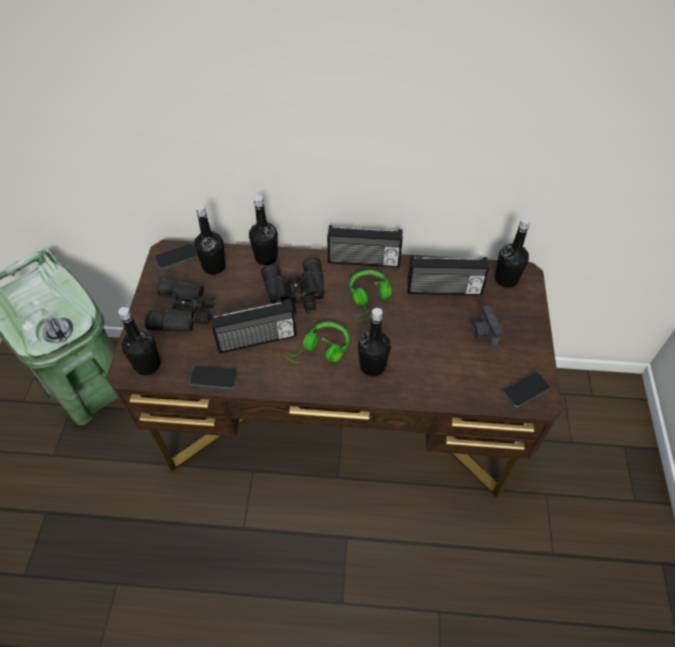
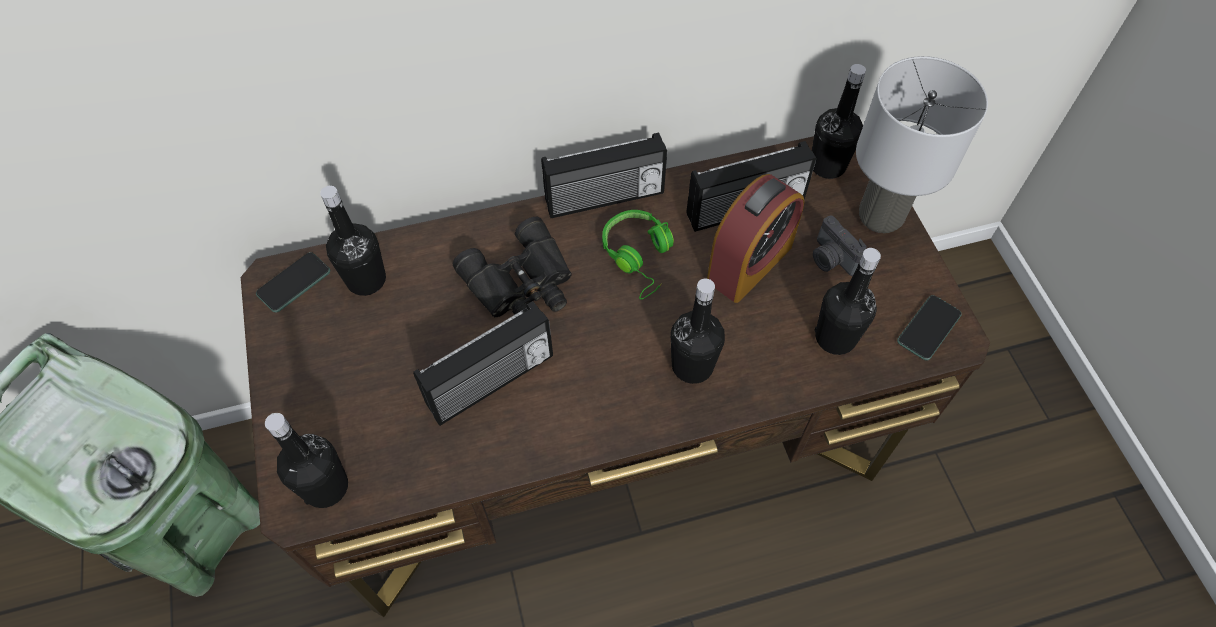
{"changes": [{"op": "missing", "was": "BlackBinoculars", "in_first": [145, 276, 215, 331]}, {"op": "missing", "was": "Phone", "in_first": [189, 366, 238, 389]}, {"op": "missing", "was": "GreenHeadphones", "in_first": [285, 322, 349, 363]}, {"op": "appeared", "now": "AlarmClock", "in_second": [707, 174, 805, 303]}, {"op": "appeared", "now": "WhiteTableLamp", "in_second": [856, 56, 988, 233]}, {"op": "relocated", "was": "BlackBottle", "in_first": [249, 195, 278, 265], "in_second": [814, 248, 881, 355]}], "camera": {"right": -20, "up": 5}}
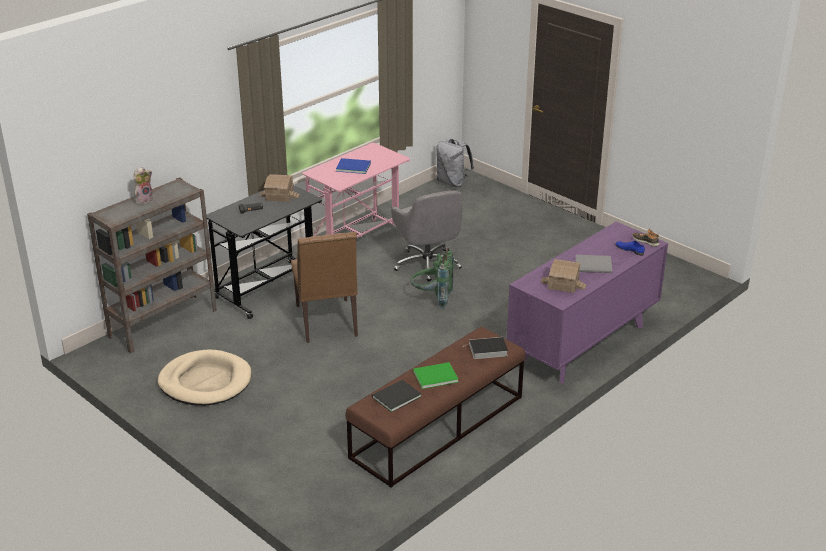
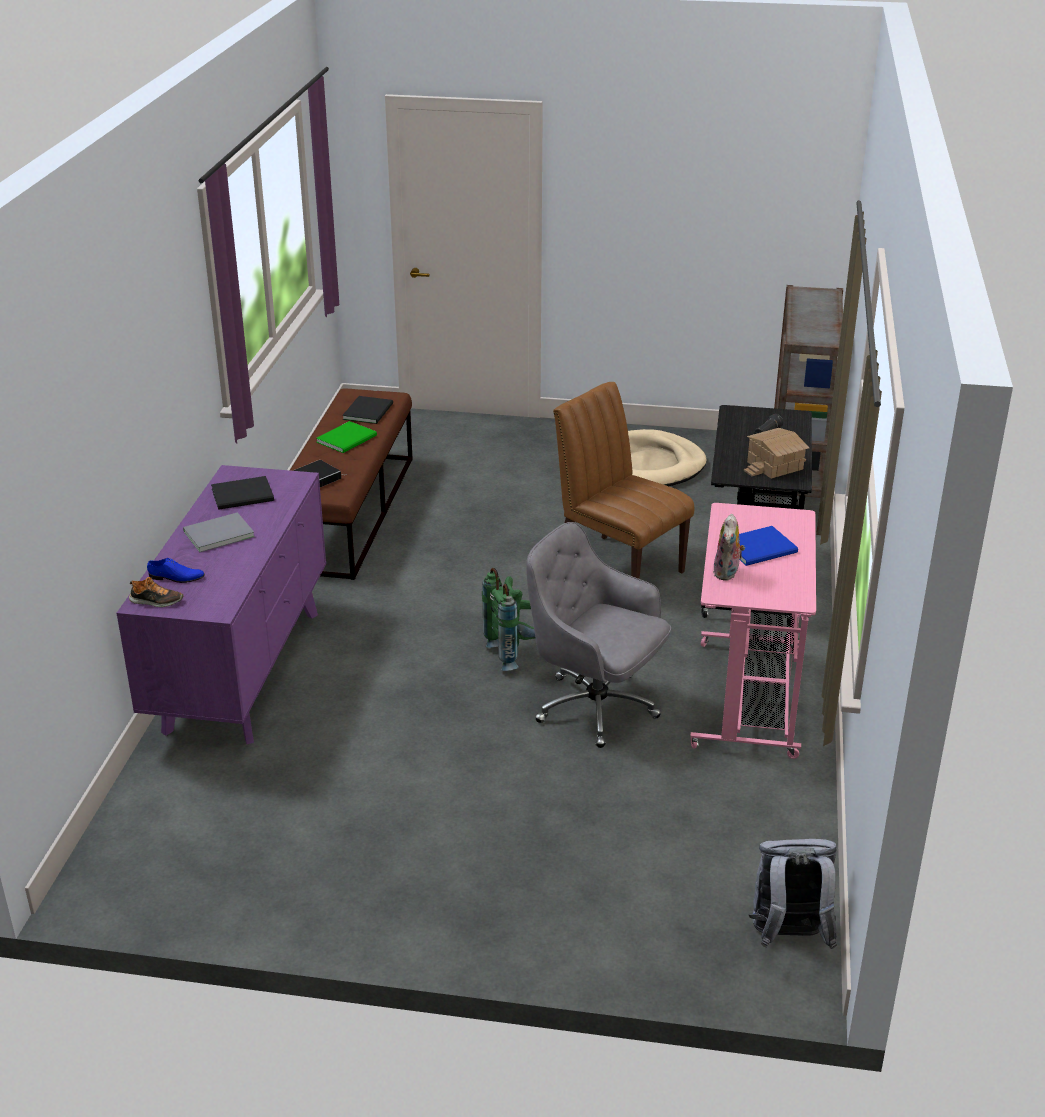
{"changes": [{"op": "relocated", "was": "PlushToy", "in_first": [133, 167, 153, 204], "in_second": [713, 514, 745, 581]}, {"op": "exchanged", "was": "ToyHouse", "now": "BlackBook", "in_first": [541, 259, 586, 293], "in_second": [211, 476, 274, 510]}], "camera": {"right": 145, "up": 0}}
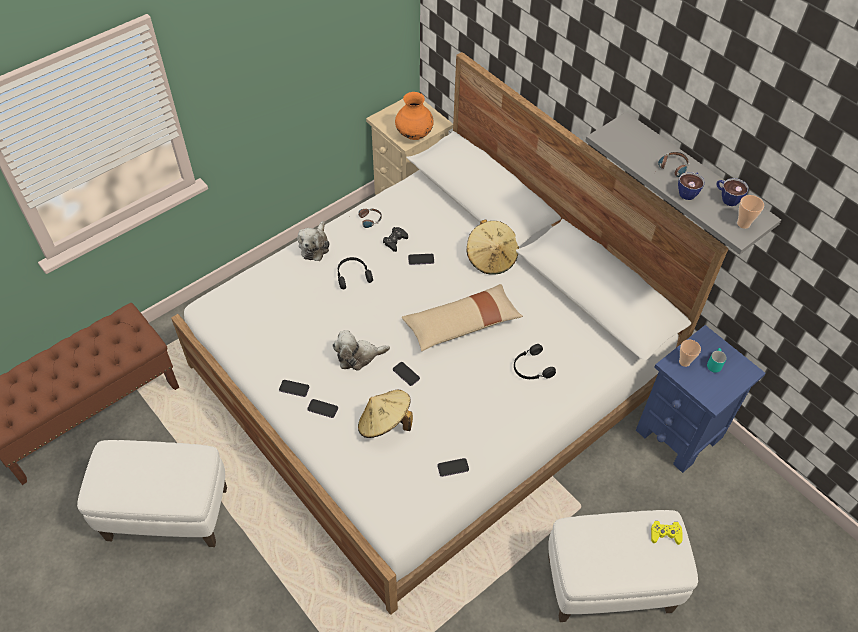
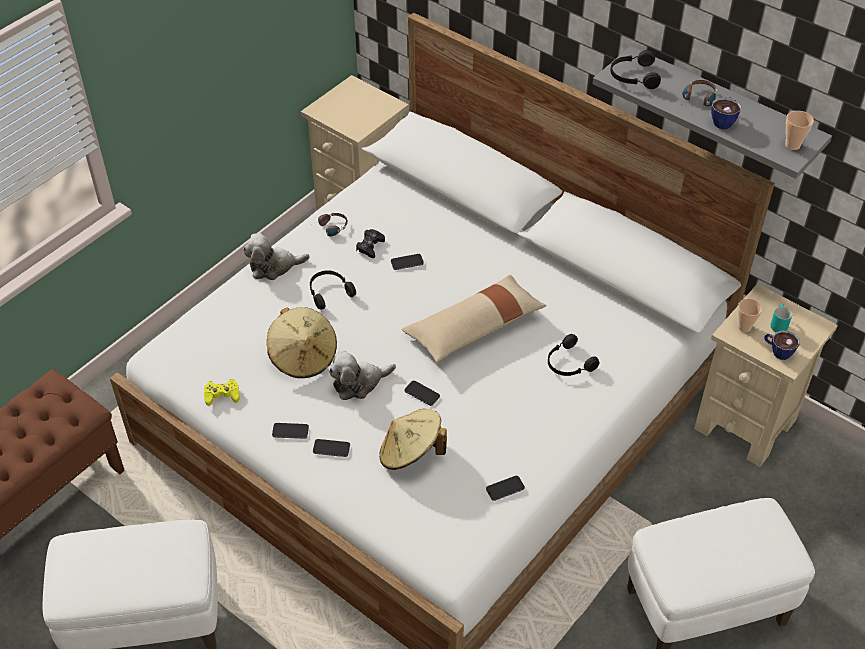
{"changes": [{"op": "missing", "was": "OrangeVase", "in_first": [395, 92, 434, 140]}, {"op": "appeared", "now": "BlackHeadphones", "in_second": [610, 50, 661, 89]}, {"op": "relocated", "was": "BeigeHat", "in_first": [467, 219, 519, 275], "in_second": [267, 307, 337, 378]}, {"op": "relocated", "was": "YellowGameController", "in_first": [651, 521, 683, 545], "in_second": [204, 379, 240, 406]}, {"op": "relocated", "was": "Cup", "in_first": [716, 178, 749, 206], "in_second": [764, 330, 800, 360]}, {"op": "colour", "was": "BlueNightstand", "now": "BeigeNightstand", "in_first": [636, 325, 765, 473], "in_second": [694, 284, 838, 467]}, {"op": "spun", "was": "PlushToy", "in_first": [298, 221, 330, 261], "in_second": [243, 233, 310, 280], "clockwise": 75}], "camera": {"right": -10, "up": -5}}
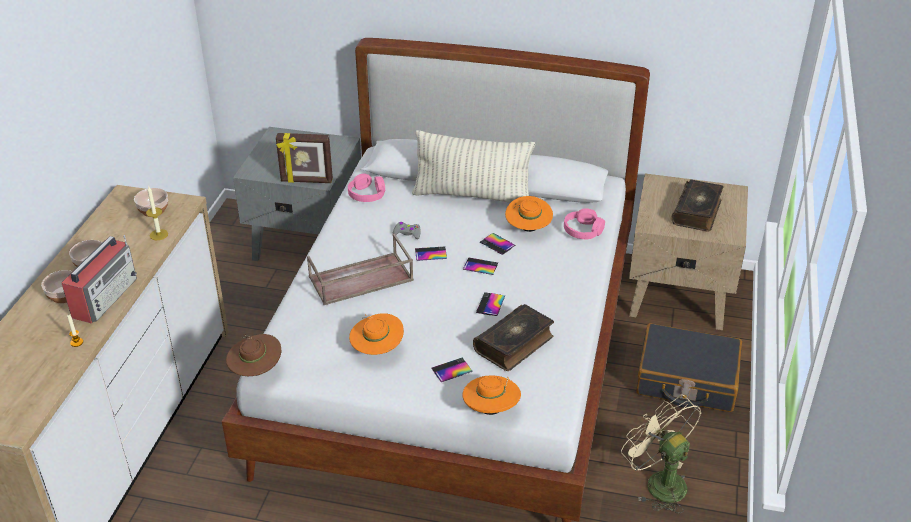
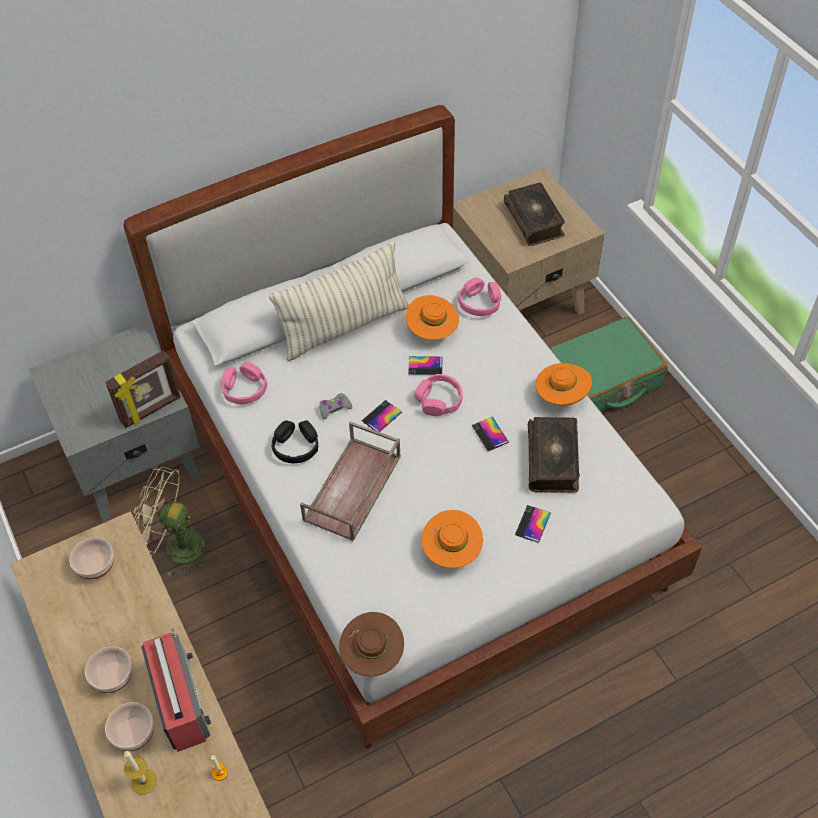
{"changes": [{"op": "appeared", "now": "BlackHeadphones", "in_second": [272, 420, 318, 463]}, {"op": "relocated", "was": "Candle", "in_first": [146, 186, 168, 240], "in_second": [124, 751, 157, 795]}, {"op": "relocated", "was": "OrangeHat", "in_first": [463, 375, 521, 415], "in_second": [536, 361, 592, 406]}, {"op": "relocated", "was": "BeigeFan", "in_first": [621, 394, 702, 513], "in_second": [134, 467, 212, 577]}, {"op": "exchanged", "was": "Phone", "now": "PinkHeadphones", "in_first": [463, 258, 498, 275], "in_second": [414, 374, 463, 416]}, {"op": "colour", "was": "BlackSuitcase", "now": "GreenSuitcase", "in_first": [636, 323, 742, 412], "in_second": [549, 317, 668, 412]}], "camera": {"right": -40, "up": 15}}
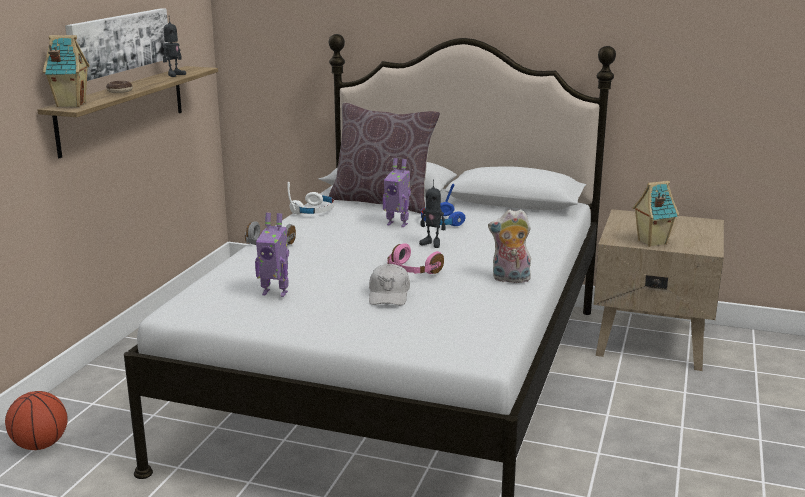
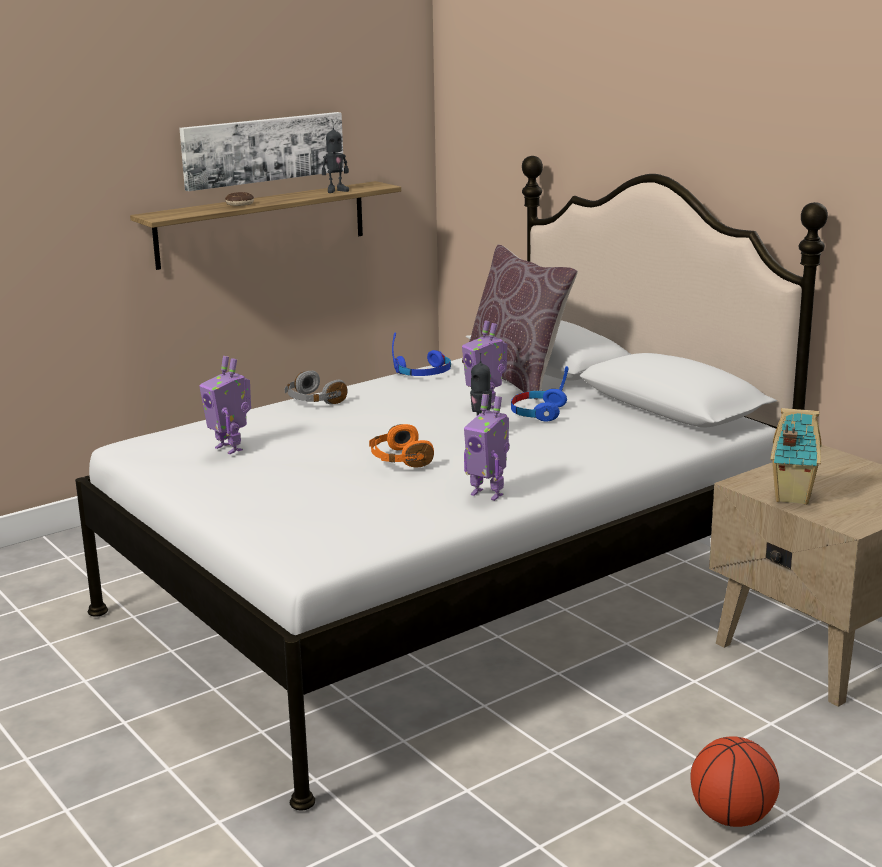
{"changes": [{"op": "missing", "was": "ToyHouse", "in_first": [43, 35, 90, 107]}, {"op": "missing", "was": "WhiteCap", "in_first": [369, 264, 410, 305]}, {"op": "relocated", "was": "Basketball", "in_first": [5, 391, 68, 450], "in_second": [690, 736, 780, 827]}, {"op": "exchanged", "was": "PlushToy", "now": "ToyRobot", "in_first": [488, 209, 531, 283], "in_second": [464, 394, 510, 501]}, {"op": "colour", "was": "WhiteHeadphones", "now": "BlueHeadphones", "in_first": [287, 182, 334, 214], "in_second": [392, 332, 451, 376]}, {"op": "colour", "was": "PinkHeadphones", "now": "OrangeHeadphones", "in_first": [387, 243, 444, 274], "in_second": [369, 424, 434, 467]}], "camera": {"right": 35, "up": 0}}
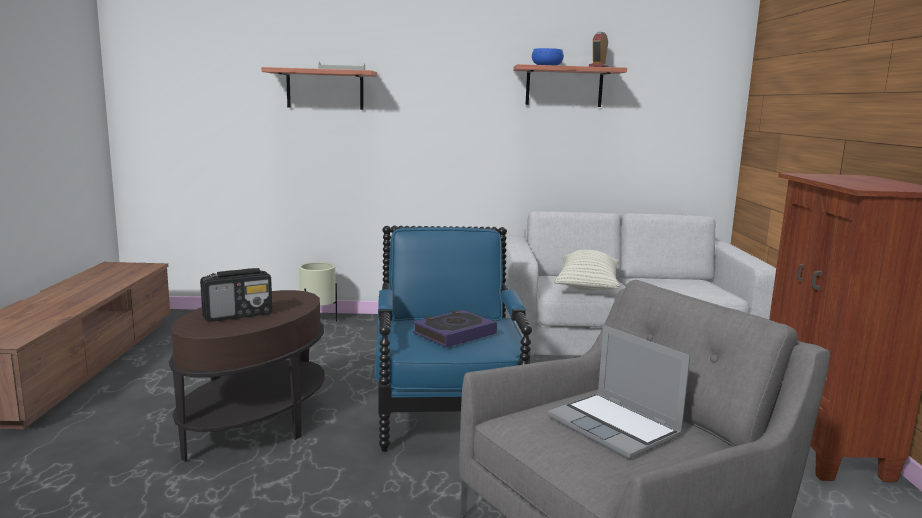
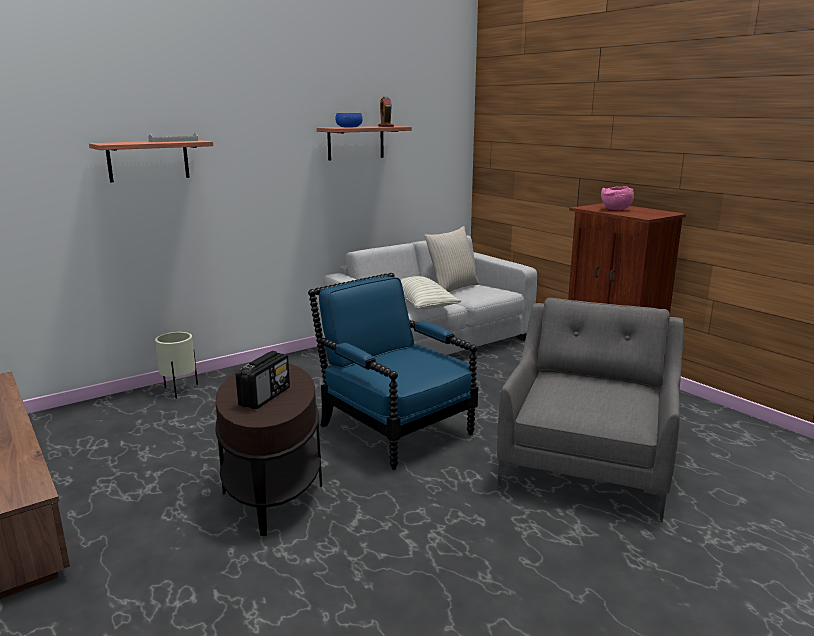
{"changes": [{"op": "missing", "was": "Book", "in_first": [413, 310, 497, 347]}, {"op": "missing", "was": "Laptop", "in_first": [547, 325, 690, 459]}, {"op": "appeared", "now": "BeigePillow", "in_second": [424, 226, 480, 292]}, {"op": "appeared", "now": "PinkBowl", "in_second": [601, 186, 634, 210]}], "camera": {"right": -35, "up": 5}}
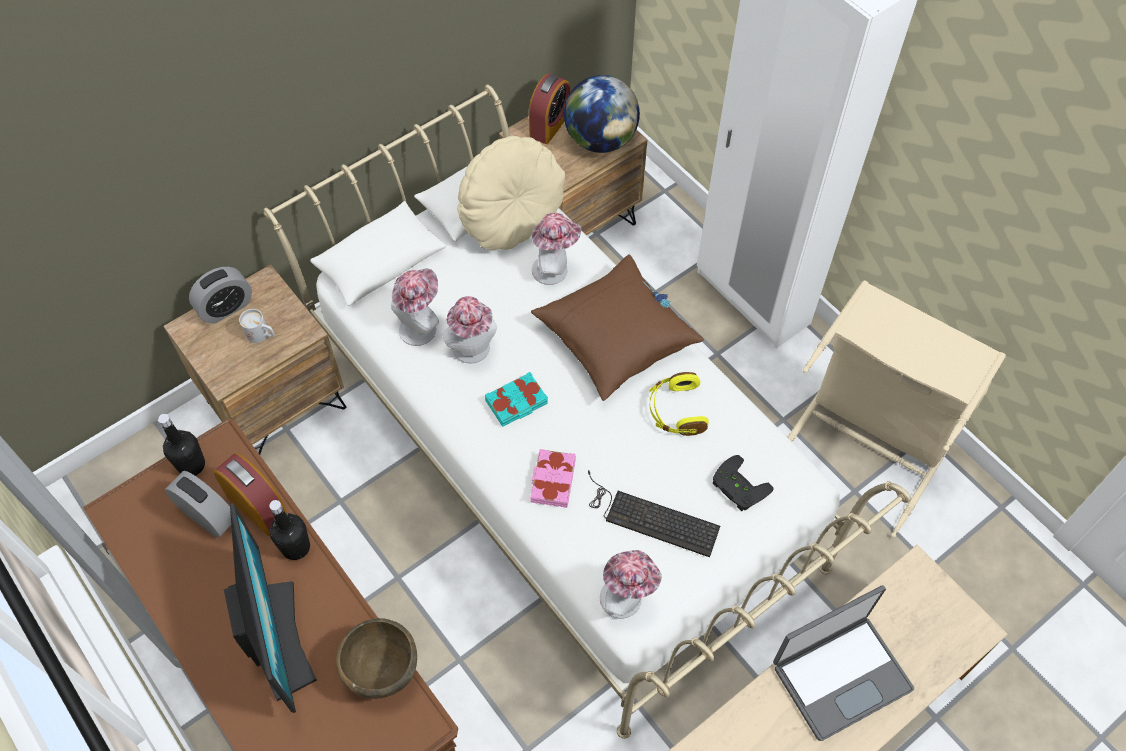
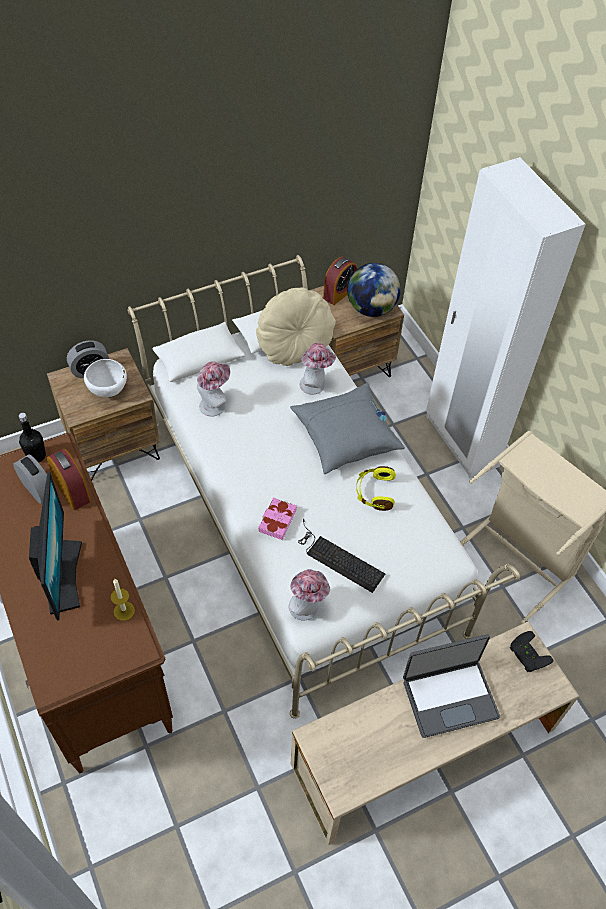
{"changes": [{"op": "missing", "was": "BlackBottle", "in_first": [269, 500, 310, 560]}, {"op": "missing", "was": "Hat", "in_first": [442, 296, 497, 363]}, {"op": "missing", "was": "TurquoiseBook", "in_first": [485, 372, 548, 427]}, {"op": "relocated", "was": "BlackGameController", "in_first": [713, 455, 773, 511], "in_second": [510, 631, 553, 672]}, {"op": "exchanged", "was": "WhiteMug", "now": "WhiteBowl", "in_first": [239, 309, 275, 343], "in_second": [84, 359, 127, 397]}, {"op": "exchanged", "was": "BrownBowl", "now": "Candle", "in_first": [335, 618, 417, 699], "in_second": [111, 579, 135, 621]}, {"op": "colour", "was": "BrownPillow", "now": "GreyPillow", "in_first": [531, 254, 704, 401], "in_second": [290, 383, 405, 474]}], "camera": {"right": 10, "up": -5}}
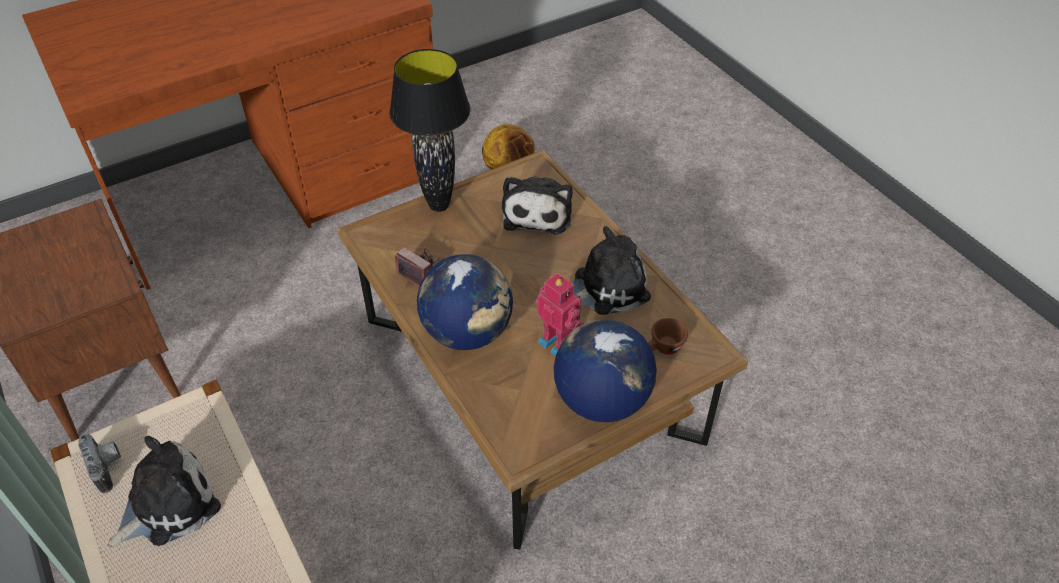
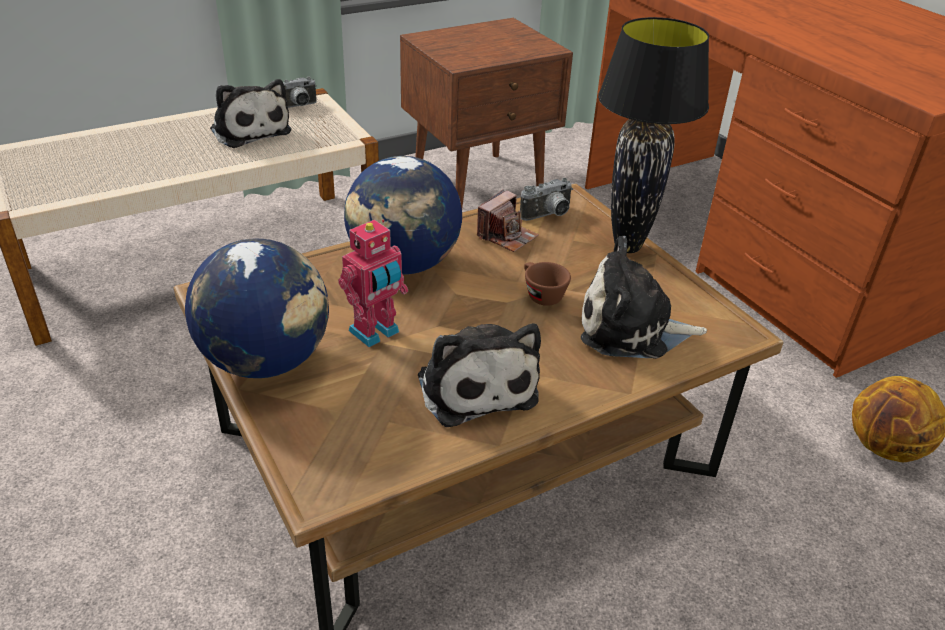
{"changes": [{"op": "appeared", "now": "PhotoCamera", "in_second": [520, 178, 573, 221]}, {"op": "relocated", "was": "BrownCup", "in_first": [648, 318, 688, 355], "in_second": [524, 262, 571, 306]}], "camera": {"right": 90, "up": -10}}
